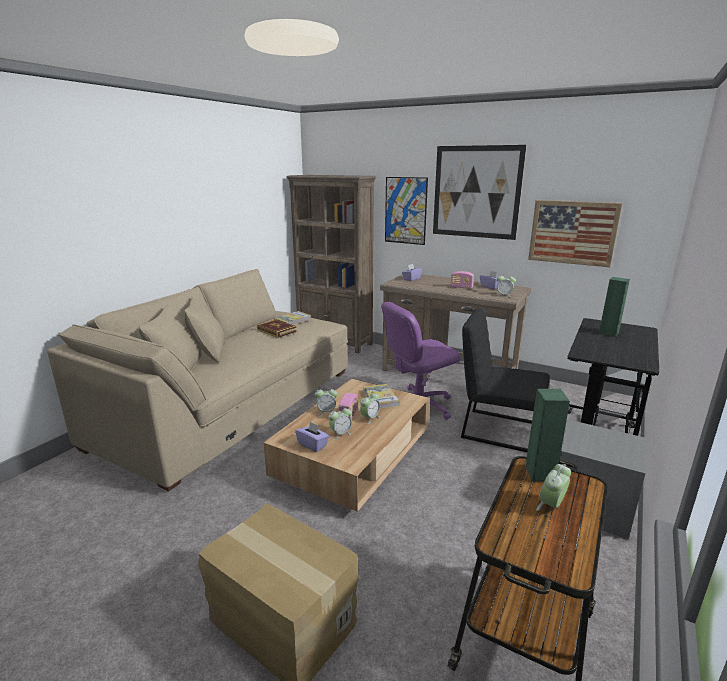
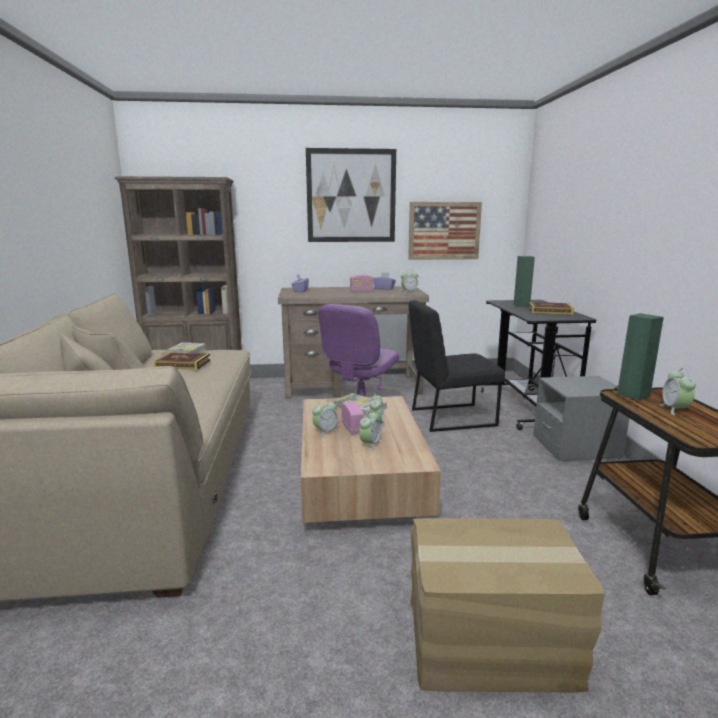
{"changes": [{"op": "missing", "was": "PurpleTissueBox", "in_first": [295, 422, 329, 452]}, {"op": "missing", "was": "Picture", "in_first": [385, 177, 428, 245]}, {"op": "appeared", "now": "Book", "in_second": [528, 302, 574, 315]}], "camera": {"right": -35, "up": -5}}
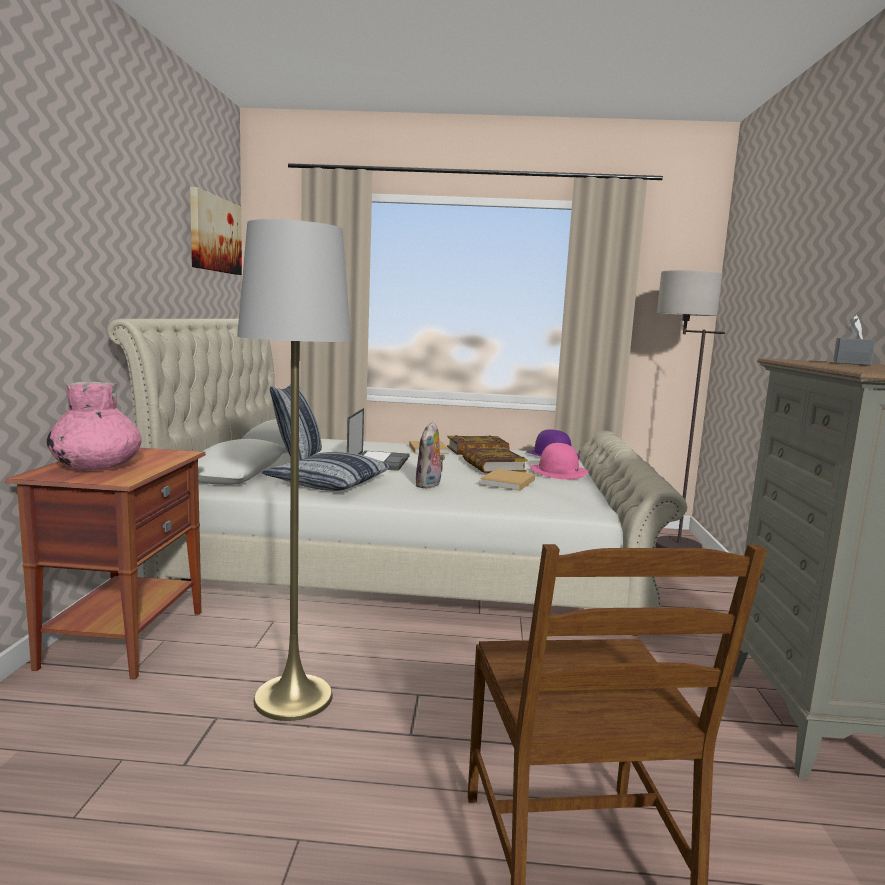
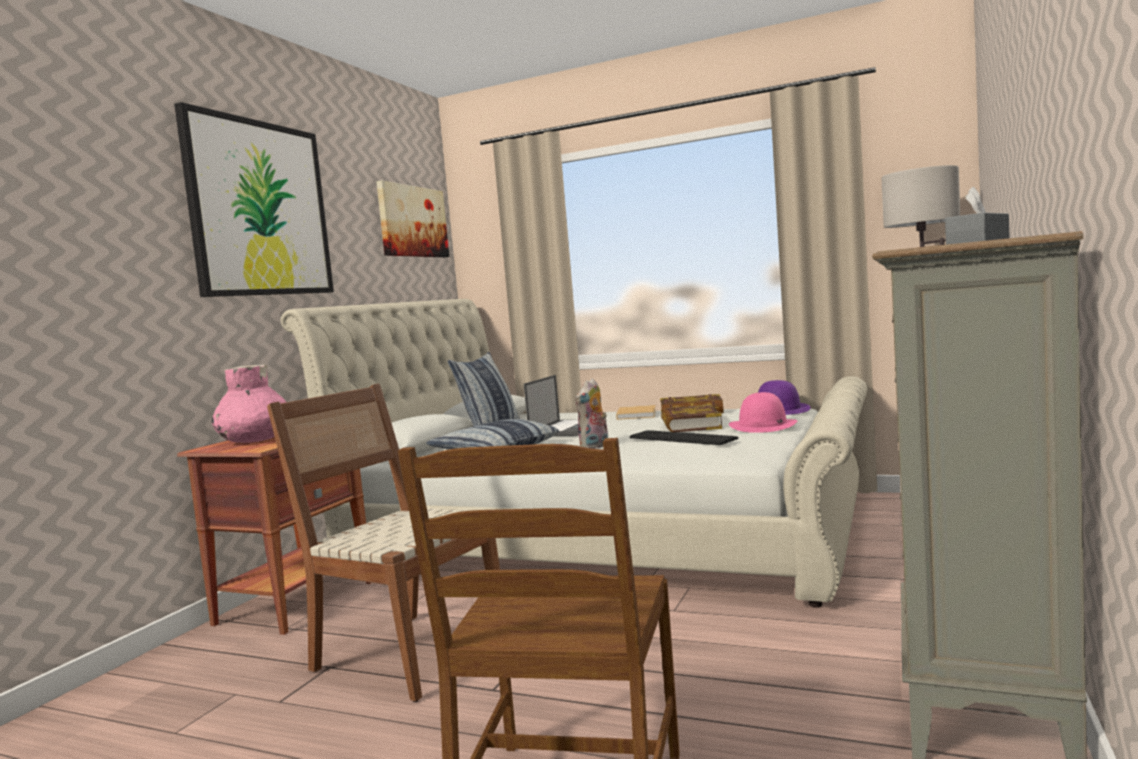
{"changes": [{"op": "appeared", "now": "Picture", "in_second": [174, 102, 334, 297]}, {"op": "exchanged", "was": "GreyFloorLamp", "now": "Chair", "in_first": [237, 219, 351, 721], "in_second": [267, 384, 500, 702]}, {"op": "exchanged", "was": "BeigeBook", "now": "Keyboard", "in_first": [480, 469, 535, 491], "in_second": [629, 430, 739, 445]}], "camera": {"right": 20, "up": -5}}
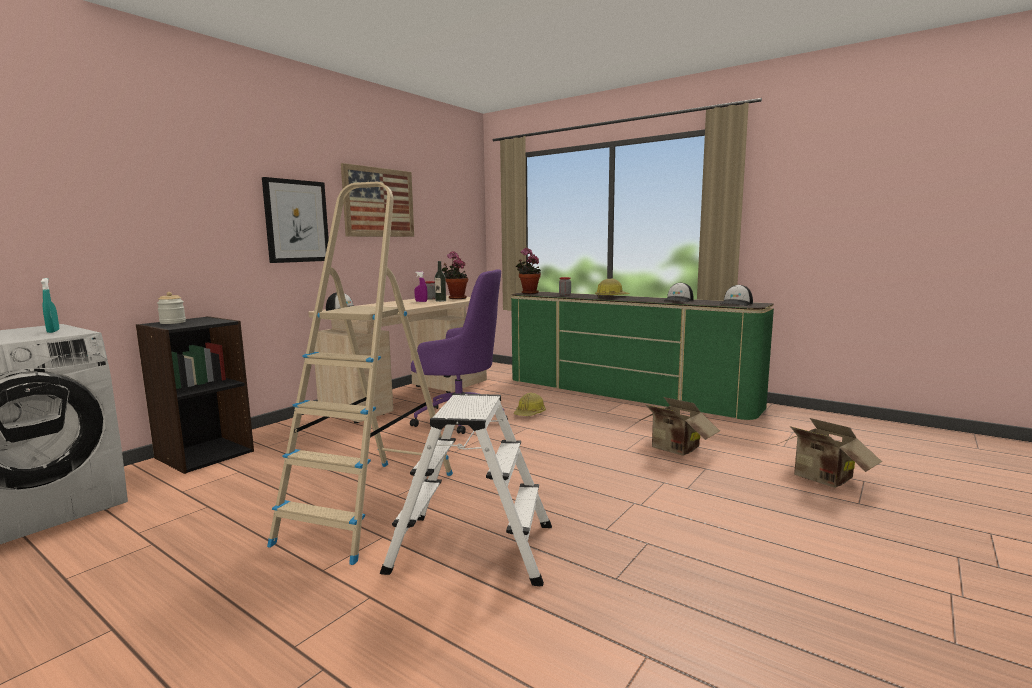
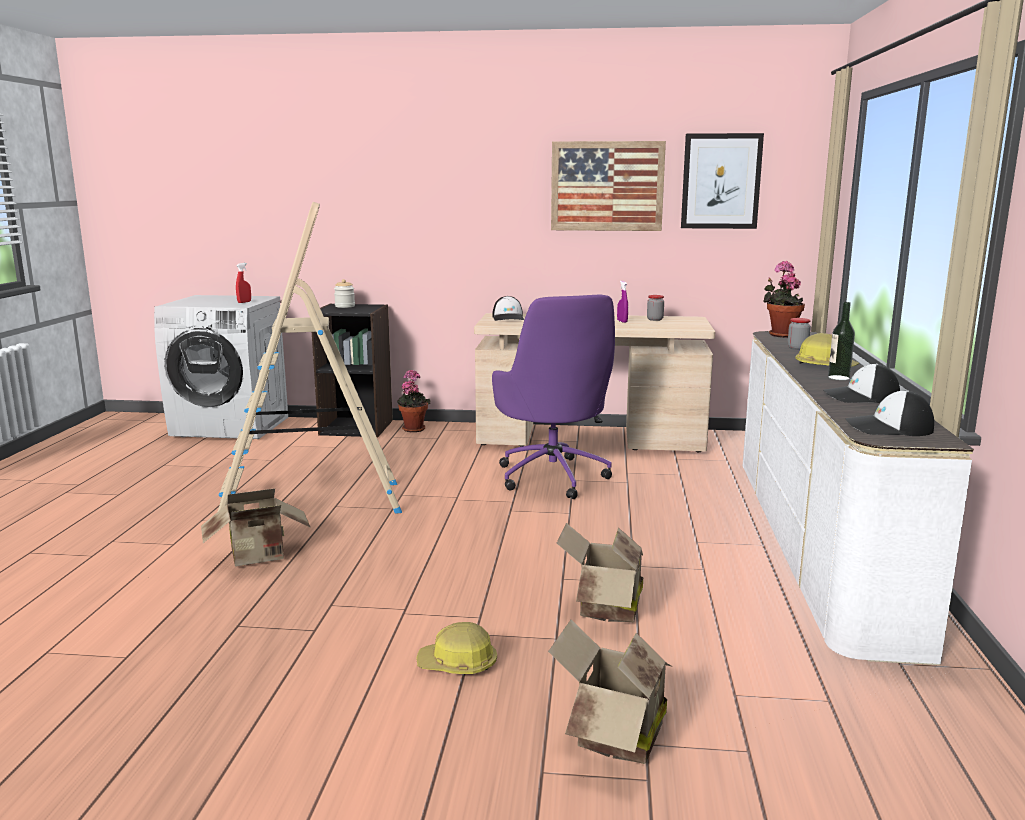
{"changes": [{"op": "relocated", "was": "Picture", "in_first": [262, 177, 329, 263], "in_second": [681, 133, 764, 229]}, {"op": "relocated", "was": "Bottle", "in_first": [435, 261, 446, 302], "in_second": [828, 302, 855, 380]}, {"op": "relocated", "was": "PottedPlant", "in_first": [442, 251, 468, 299], "in_second": [397, 370, 430, 432]}, {"op": "relocated", "was": "HardHat", "in_first": [514, 393, 546, 416], "in_second": [416, 622, 497, 674]}, {"op": "exchanged", "was": "WhiteStepLadder", "now": "CardboardBox", "in_first": [380, 393, 552, 586], "in_second": [201, 488, 311, 566]}, {"op": "colour", "was": "TurquoiseSprayBottle", "now": "RedSprayBottle", "in_first": [41, 278, 59, 333], "in_second": [236, 263, 251, 303]}, {"op": "colour", "was": "GreenCabinet", "now": "WhiteCabinet", "in_first": [511, 292, 774, 420], "in_second": [743, 331, 974, 665]}], "camera": {"right": 60, "up": 5}}
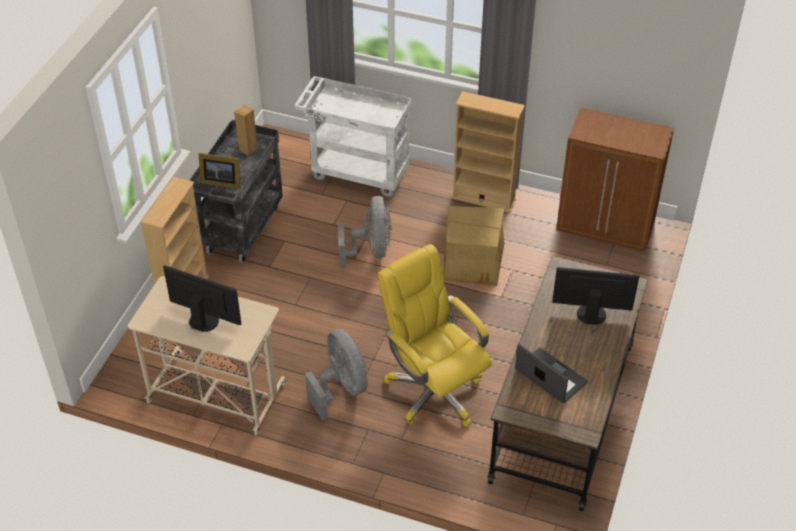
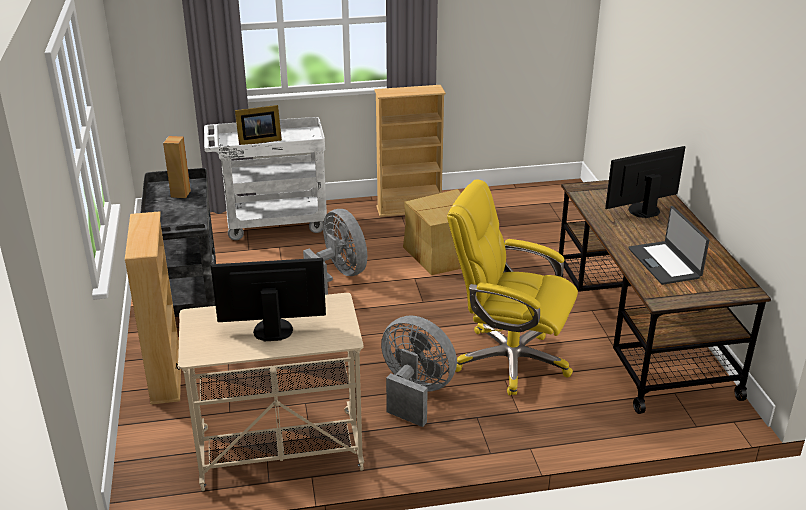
{"changes": [{"op": "missing", "was": "BrownCabinet", "in_first": [556, 107, 674, 251]}, {"op": "relocated", "was": "PictureFrame", "in_first": [198, 153, 241, 189], "in_second": [235, 105, 282, 145]}, {"op": "spun", "was": "Laptop", "in_first": [515, 344, 588, 403], "in_second": [628, 206, 709, 285], "clockwise": -120}], "camera": {"right": -30, "up": -15}}
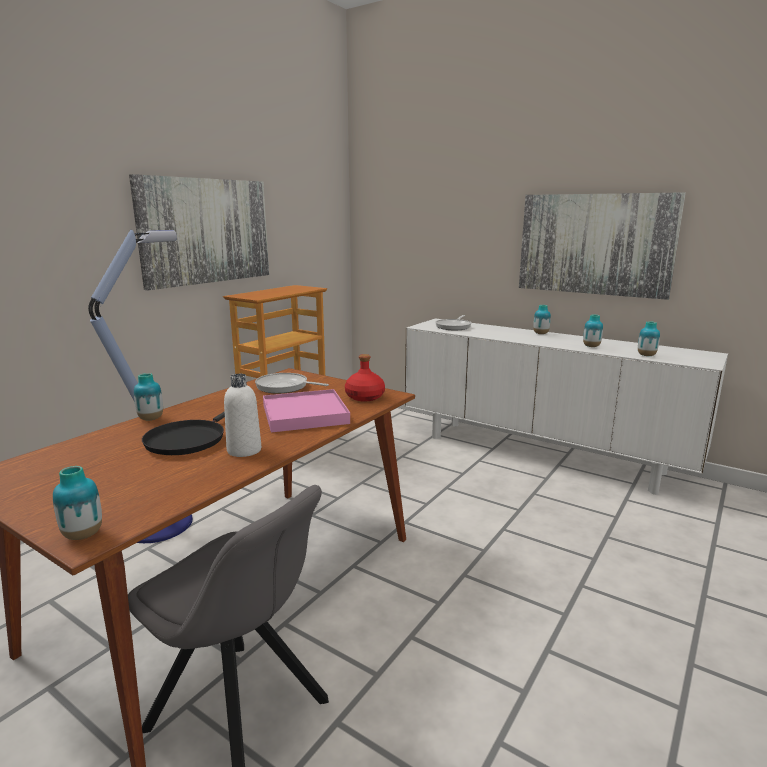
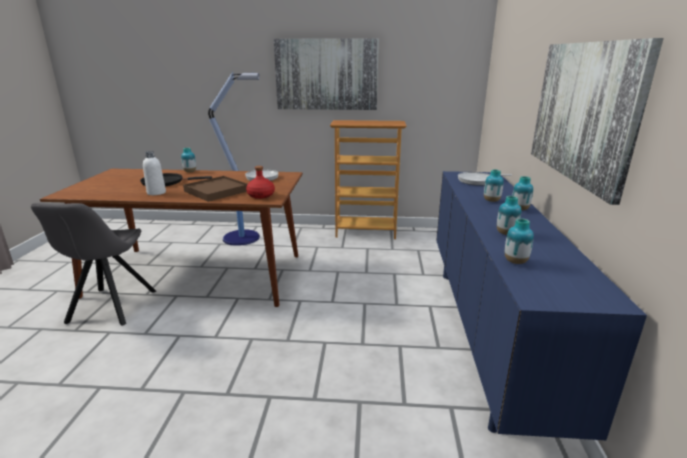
{"changes": [{"op": "relocated", "was": "Vase", "in_first": [53, 466, 102, 540], "in_second": [484, 170, 504, 202]}, {"op": "colour", "was": "PinkTray", "now": "BrownTray", "in_first": [263, 389, 350, 433], "in_second": [183, 176, 247, 202]}, {"op": "colour", "was": "WhiteCabinet", "now": "BlueCabinet", "in_first": [405, 318, 728, 495], "in_second": [436, 171, 647, 440]}], "camera": {"right": 60, "up": 5}}
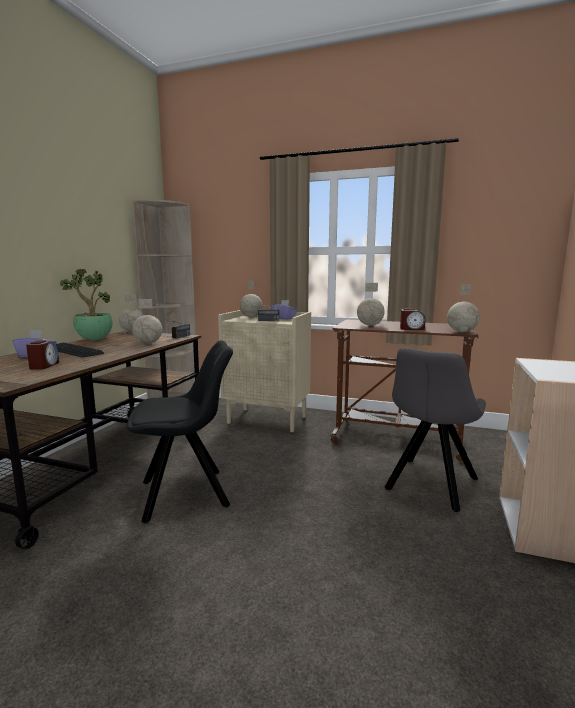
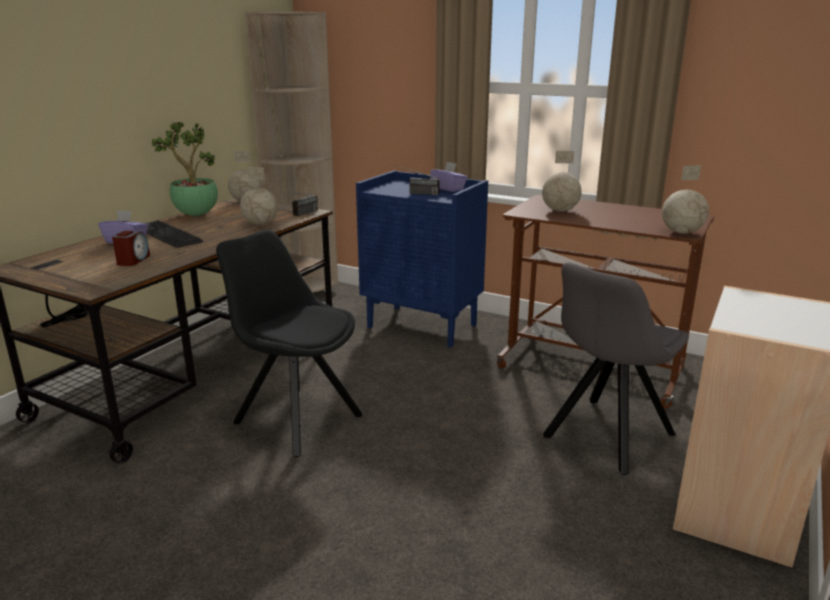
{"changes": [{"op": "missing", "was": "Globe", "in_first": [240, 281, 263, 317]}, {"op": "missing", "was": "AlarmClock", "in_first": [400, 309, 425, 330]}, {"op": "colour", "was": "BeigeCabinet", "now": "BlueCabinet", "in_first": [218, 310, 311, 432], "in_second": [356, 170, 488, 347]}, {"op": "spun", "was": "BlackChair", "in_first": [127, 340, 233, 523], "in_second": [216, 230, 362, 457], "clockwise": -135}], "camera": {"right": 10, "up": 10}}
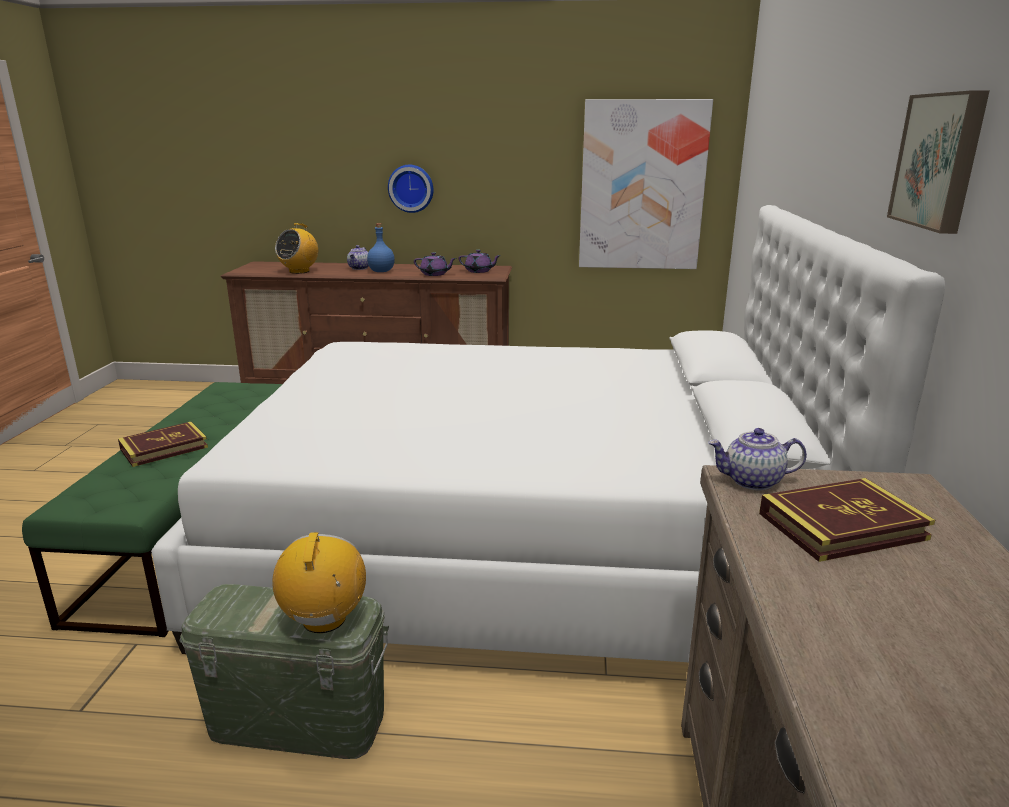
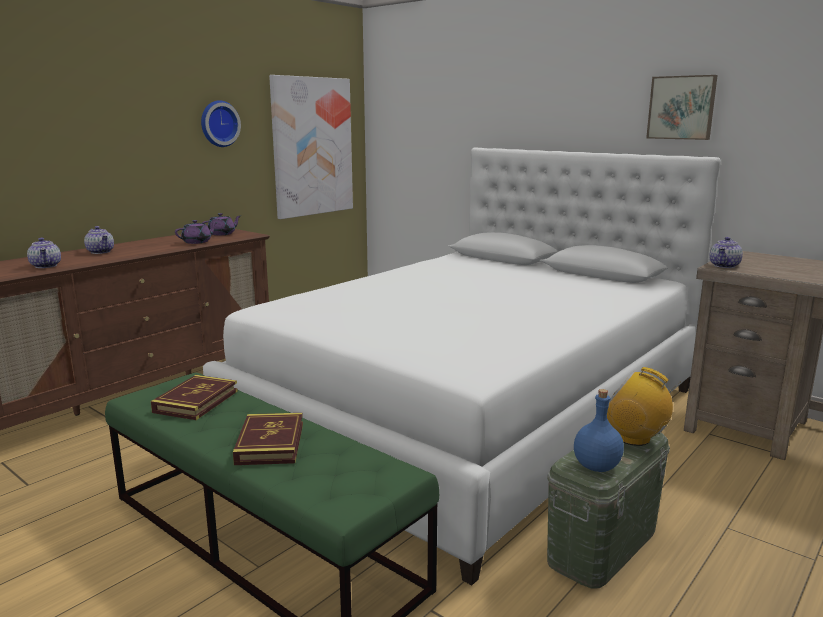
{"changes": [{"op": "relocated", "was": "BlueBottle", "in_first": [367, 223, 395, 272], "in_second": [574, 389, 624, 472]}, {"op": "relocated", "was": "WallClock", "in_first": [388, 165, 433, 213], "in_second": [201, 100, 241, 147]}, {"op": "relocated", "was": "Book", "in_first": [759, 478, 935, 562], "in_second": [151, 375, 238, 420]}, {"op": "exchanged", "was": "Radio", "now": "Teapot", "in_first": [275, 223, 318, 274], "in_second": [27, 238, 61, 268]}], "camera": {"right": -55, "up": -5}}
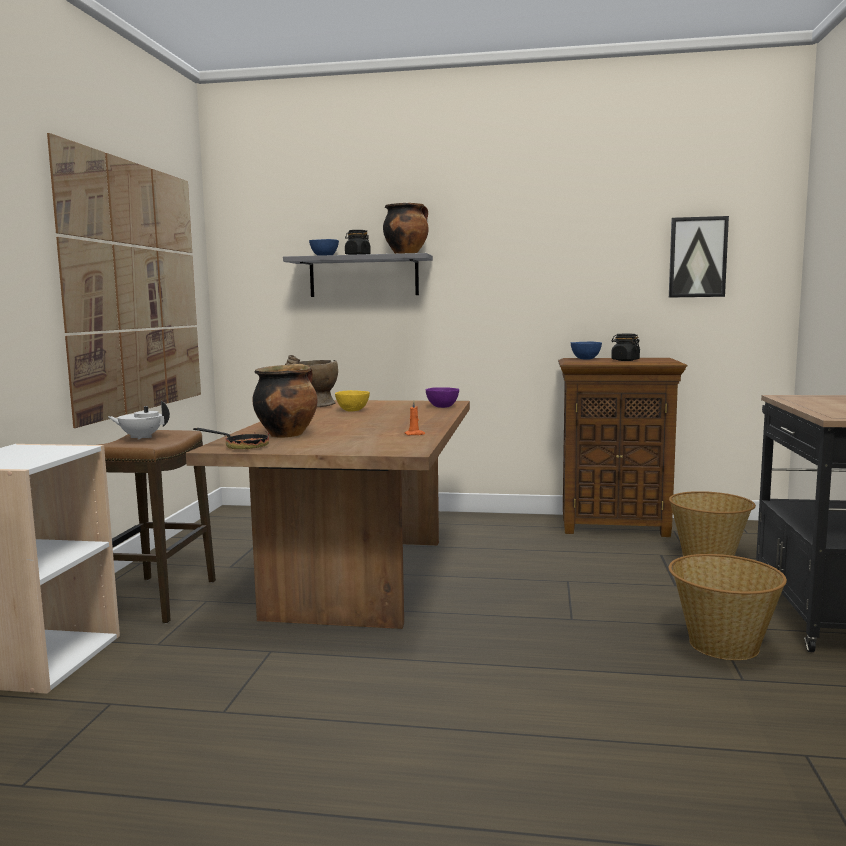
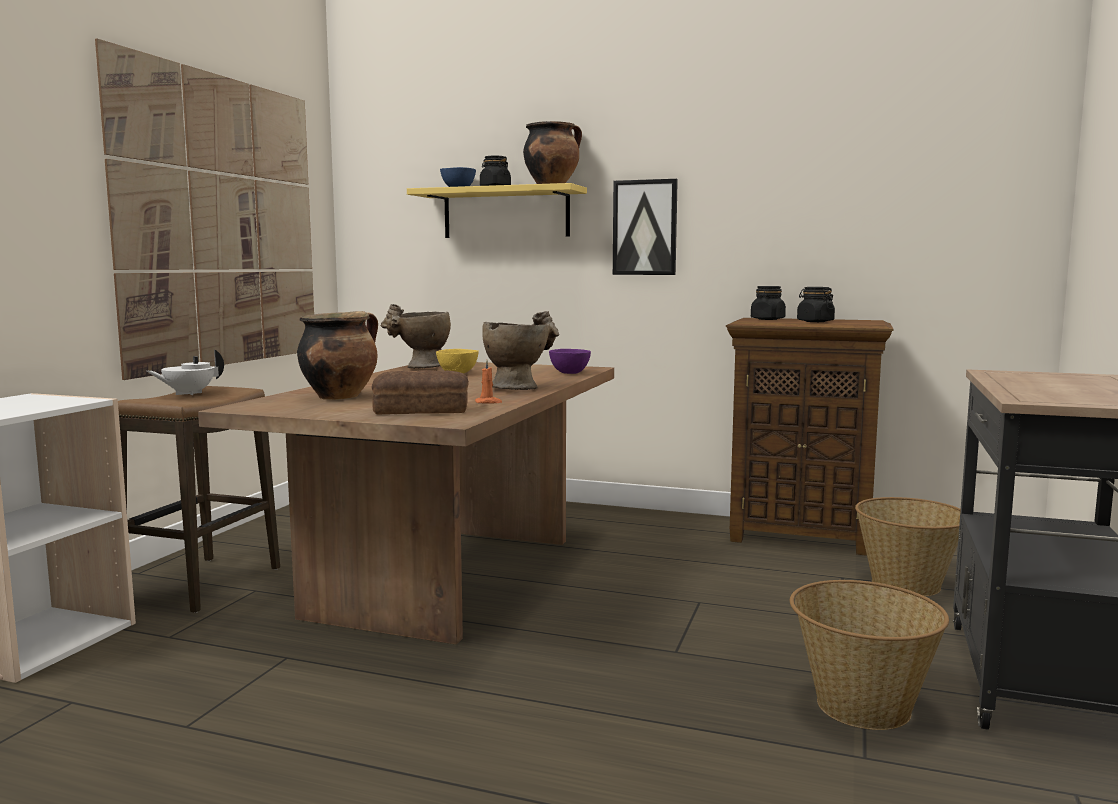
{"changes": [{"op": "missing", "was": "FryingPan", "in_first": [193, 427, 269, 449]}, {"op": "appeared", "now": "Bread", "in_second": [372, 370, 469, 414]}, {"op": "appeared", "now": "BeigeVase", "in_second": [482, 311, 559, 390]}, {"op": "relocated", "was": "Picture", "in_first": [669, 216, 729, 298], "in_second": [613, 179, 678, 275]}, {"op": "exchanged", "was": "BlueBowl", "now": "BlackJar", "in_first": [571, 341, 602, 360], "in_second": [751, 286, 786, 320]}, {"op": "colour", "was": "GreyShelf", "now": "YellowShelf", "in_first": [283, 253, 433, 297], "in_second": [407, 183, 587, 238]}, {"op": "spun", "was": "WhiteTeapot", "in_first": [108, 401, 170, 440], "in_second": [147, 349, 224, 395], "clockwise": -45}], "camera": {"right": 10, "up": 0}}
